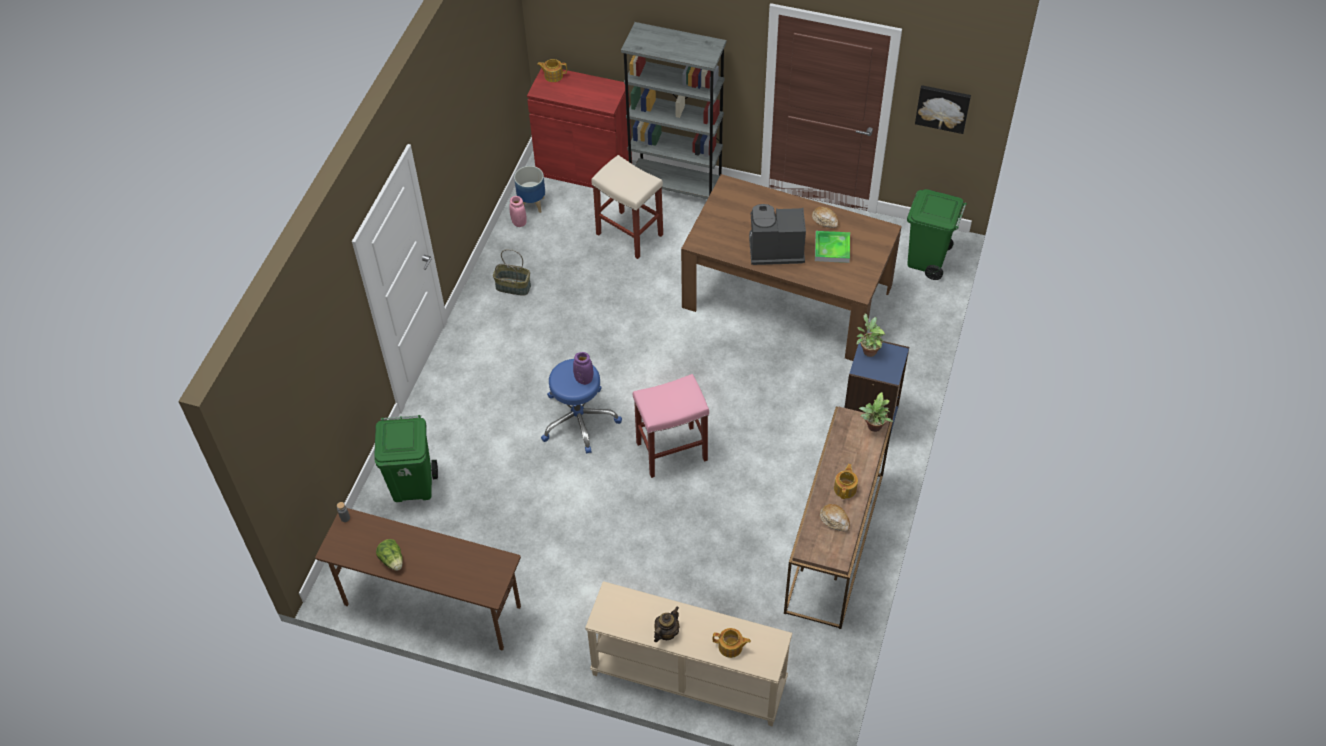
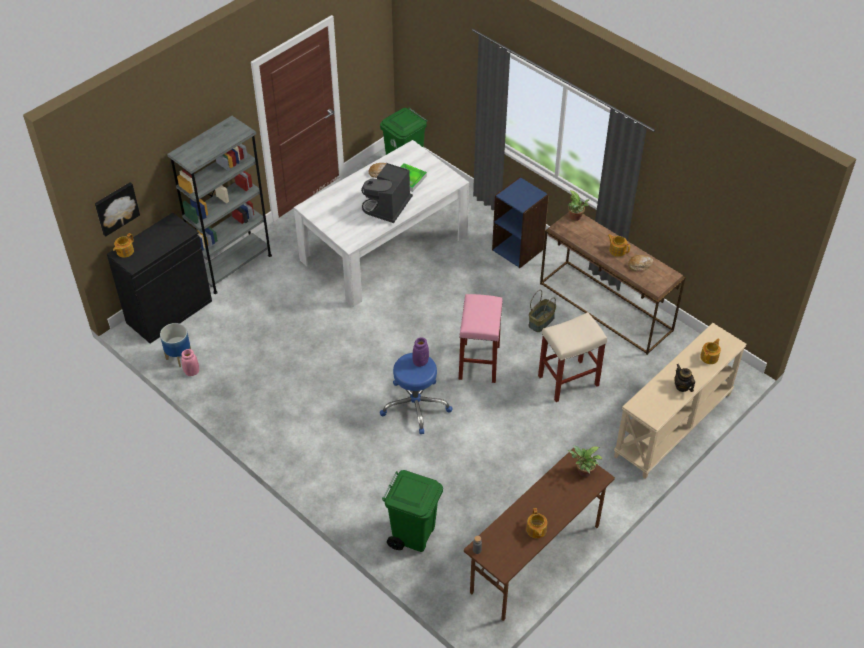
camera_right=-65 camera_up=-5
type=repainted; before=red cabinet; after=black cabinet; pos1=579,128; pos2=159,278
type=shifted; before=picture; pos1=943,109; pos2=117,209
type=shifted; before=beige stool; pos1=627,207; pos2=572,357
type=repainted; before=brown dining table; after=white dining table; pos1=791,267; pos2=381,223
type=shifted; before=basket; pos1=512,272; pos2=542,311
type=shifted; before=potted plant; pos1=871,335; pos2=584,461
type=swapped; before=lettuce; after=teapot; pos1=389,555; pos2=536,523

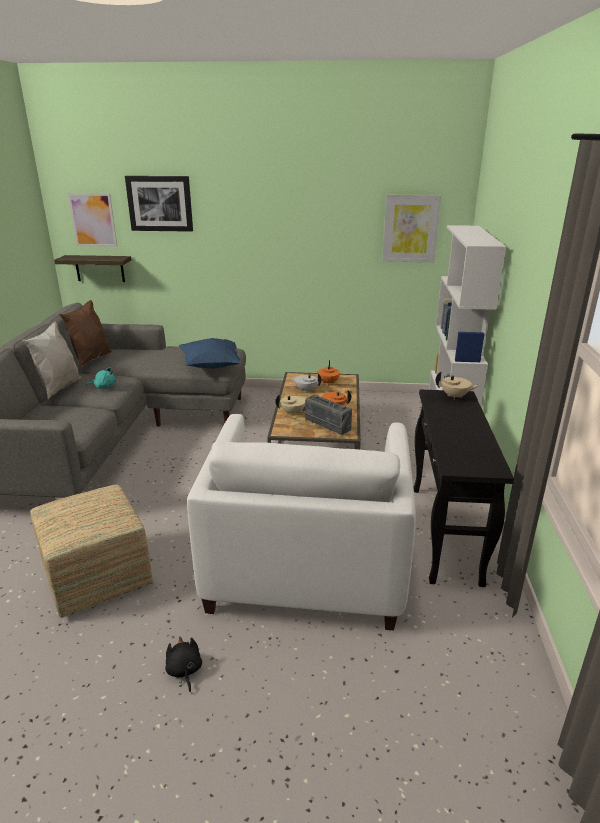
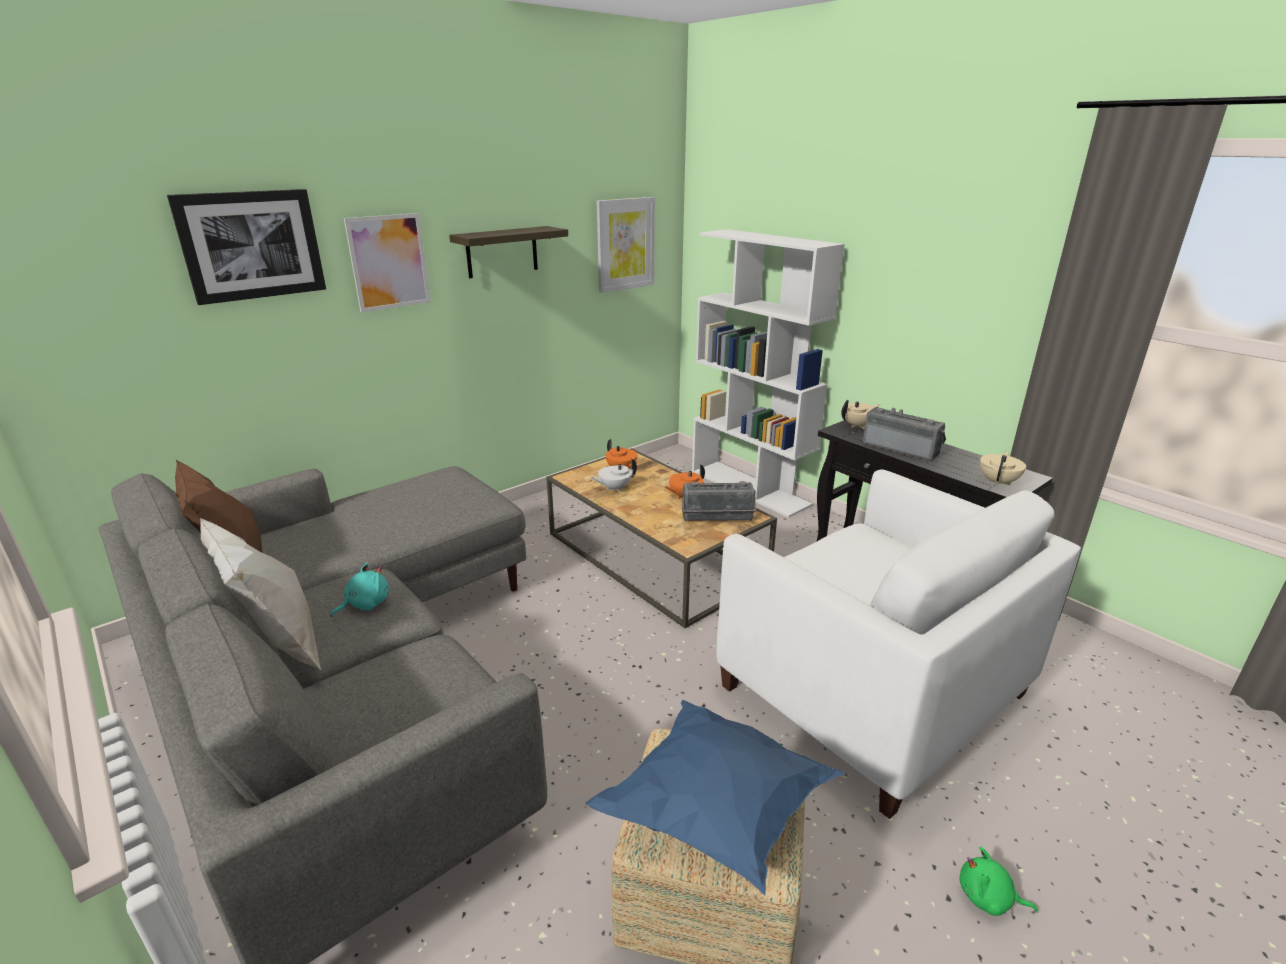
camera_right=-45 camera_up=0
type=shifted; before=picture; pos1=92,220; pos2=387,262
type=shifted; before=shelf; pos1=92,268; pos2=508,252
type=shifted; before=blue pillow; pos1=211,353; pos2=715,797
type=shifted; before=beige teapot; pos1=290,404; pos2=1003,468
type=repainted; before=black plush toy; after=green plush toy; pos1=183,664; pos2=999,881
type=new; after=radio; pos2=904,434

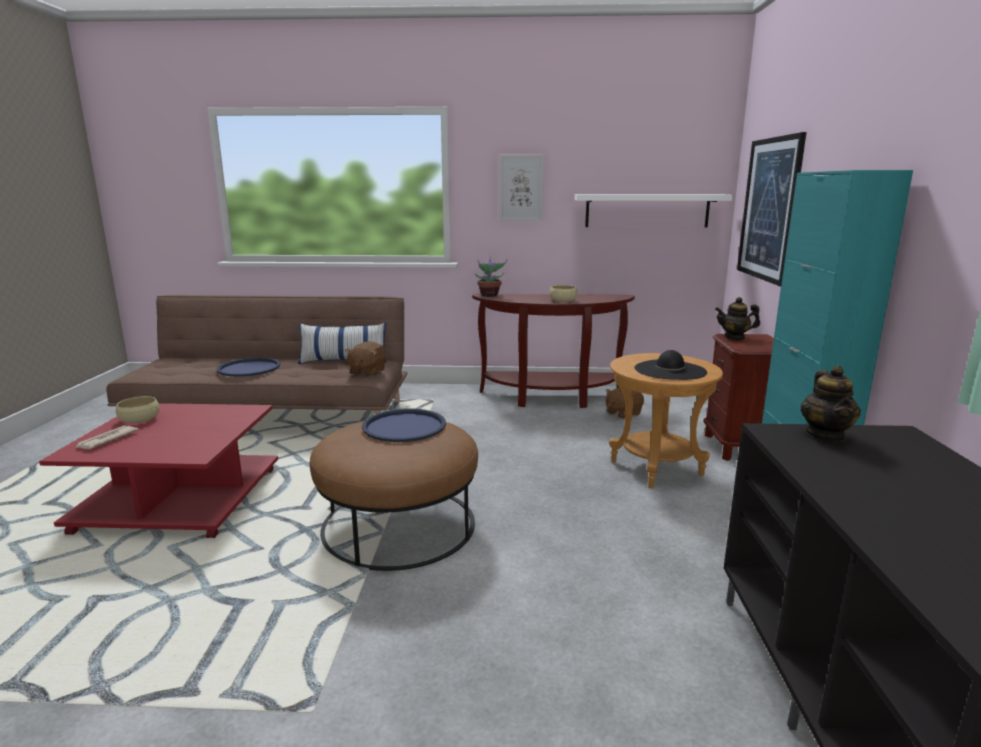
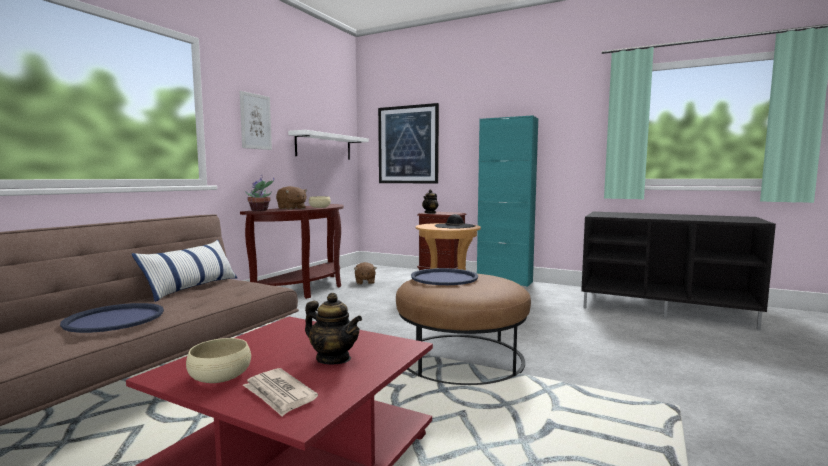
camera_right=-65 camera_up=-10
type=shifted; before=brown plush toy; pos1=365,359; pos2=291,198
type=shifted; before=teapot; pos1=830,404; pos2=333,328

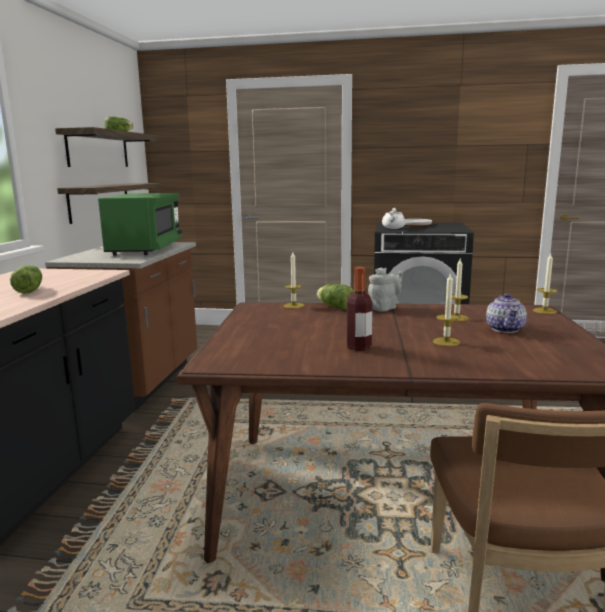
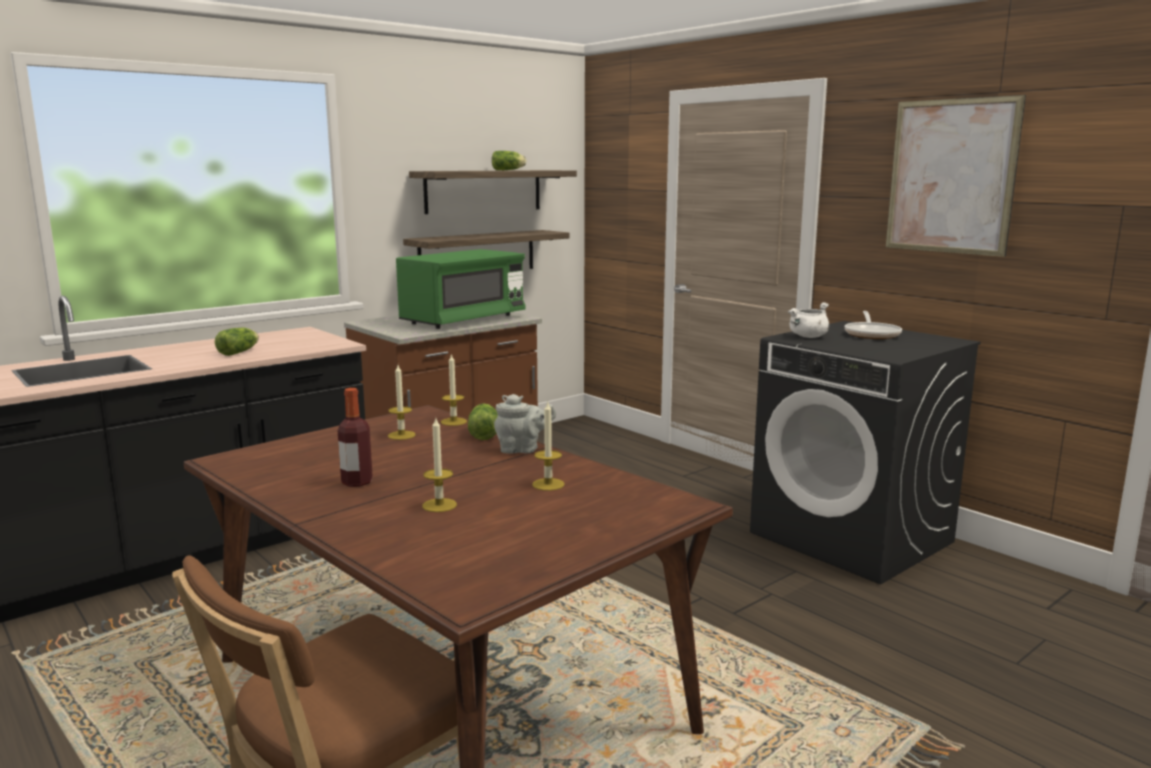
camera_right=40 camera_up=0
type=shifted; before=candle; pos1=545,284; pos2=402,402
type=gone; before=teapot; pos1=506,313
type=new; after=picture; pos2=956,176

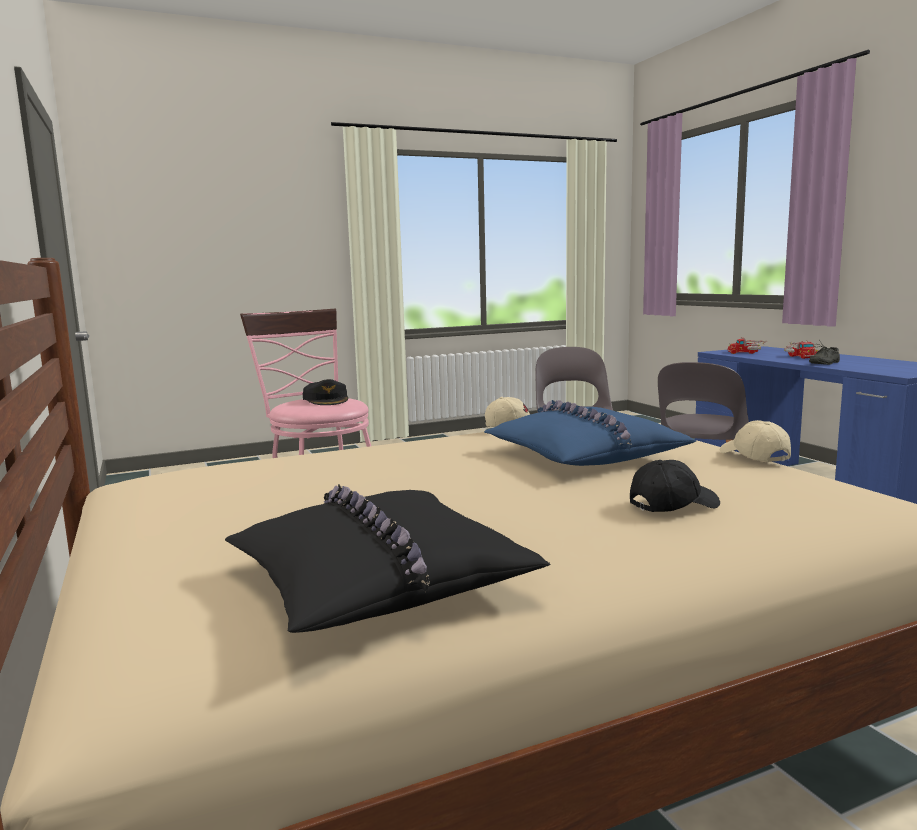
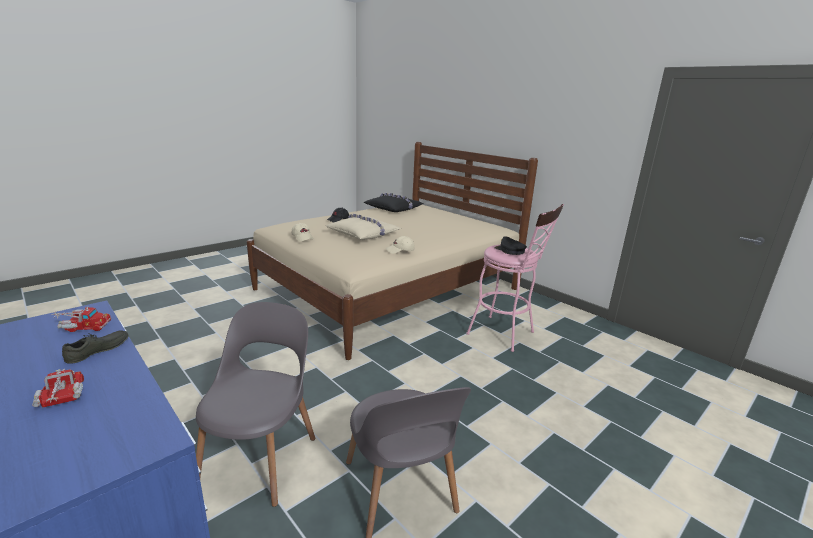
camera_right=160 camera_up=10
type=shifted; before=toy truck; pos1=747,345; pos2=82,319
type=repainted; before=blue pillow; after=beige pillow; pos1=590,433; pos2=363,227

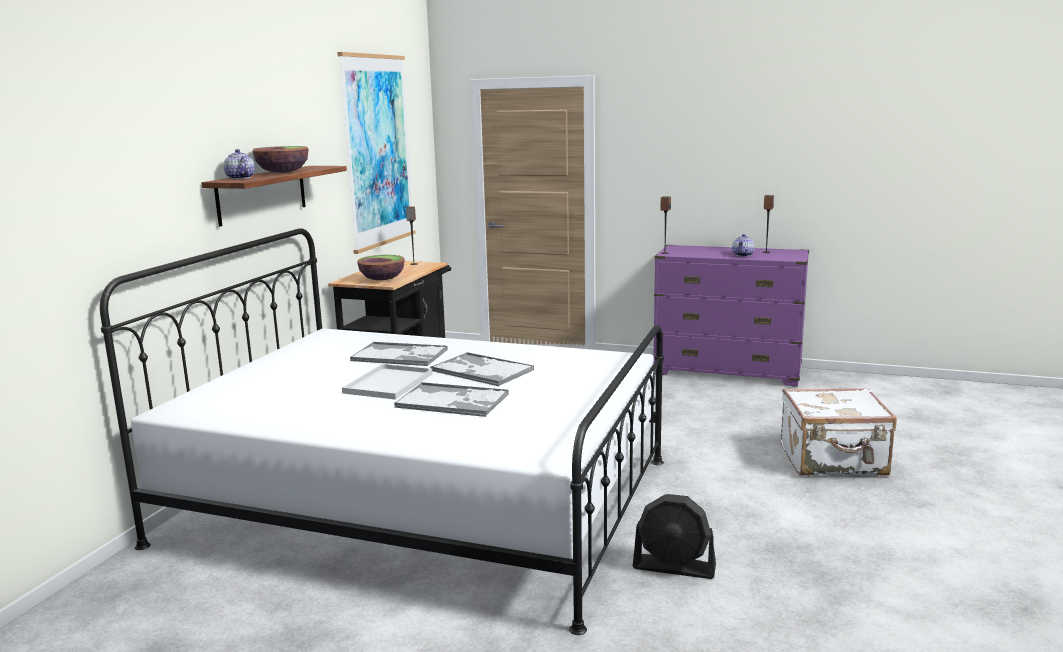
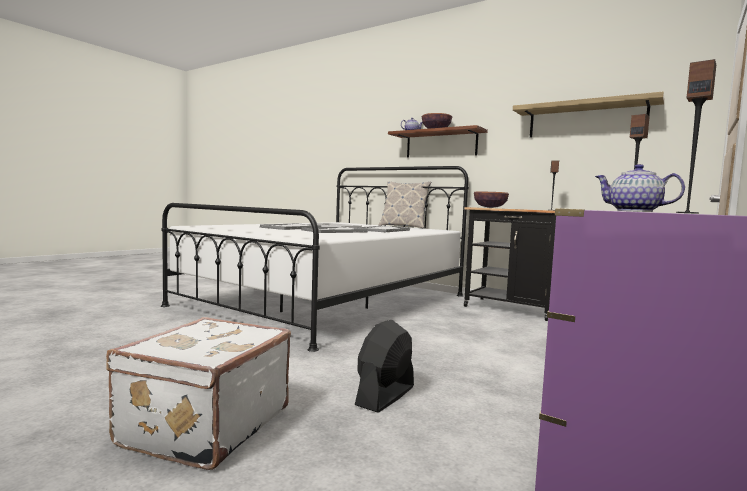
camera_right=105 camera_up=-10
type=swapped; before=picture; after=shelf; pos1=376,153; pos2=589,115
type=shifted; before=black fan; pos1=674,536; pos2=384,366
type=new; after=pillow; pos2=404,204

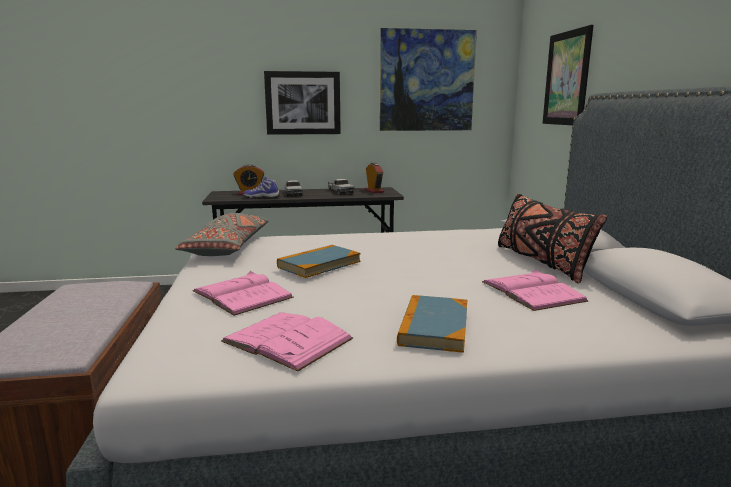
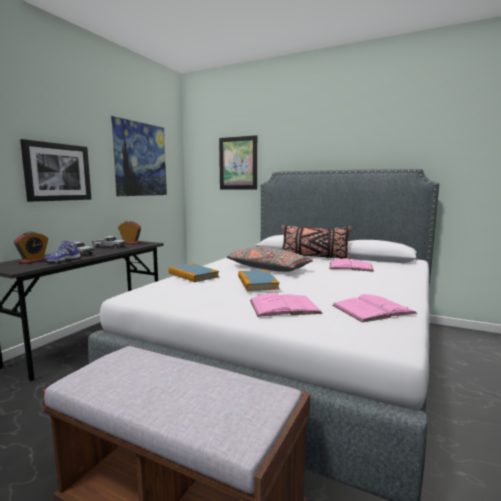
camera_right=-55 camera_up=-5
type=shifted; before=grey pillow; pos1=221,234; pos2=270,259
type=shifted; before=book; pos1=432,324; pos2=194,273

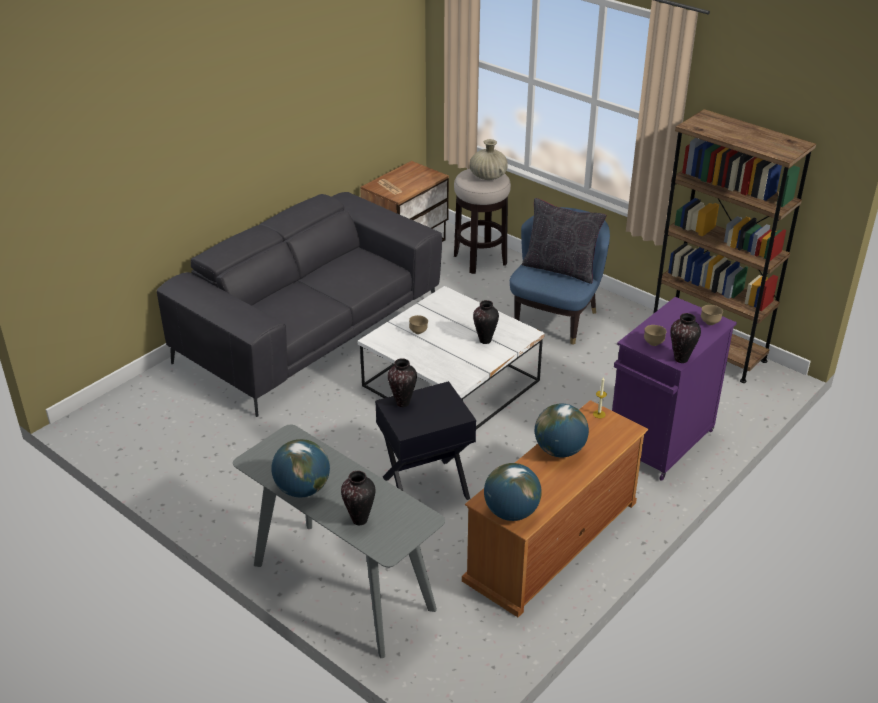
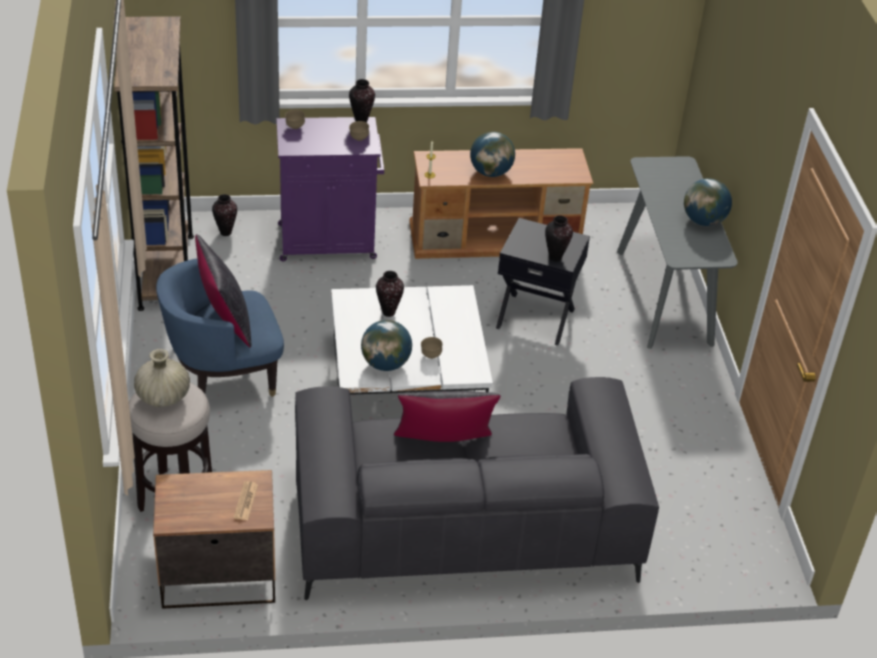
camera_right=-140 camera_up=5
type=shifted; before=globe; pos1=512,492; pos2=386,345
type=shifted; before=vase; pos1=358,498; pos2=224,215
type=new; after=black pillow; pos2=447,416

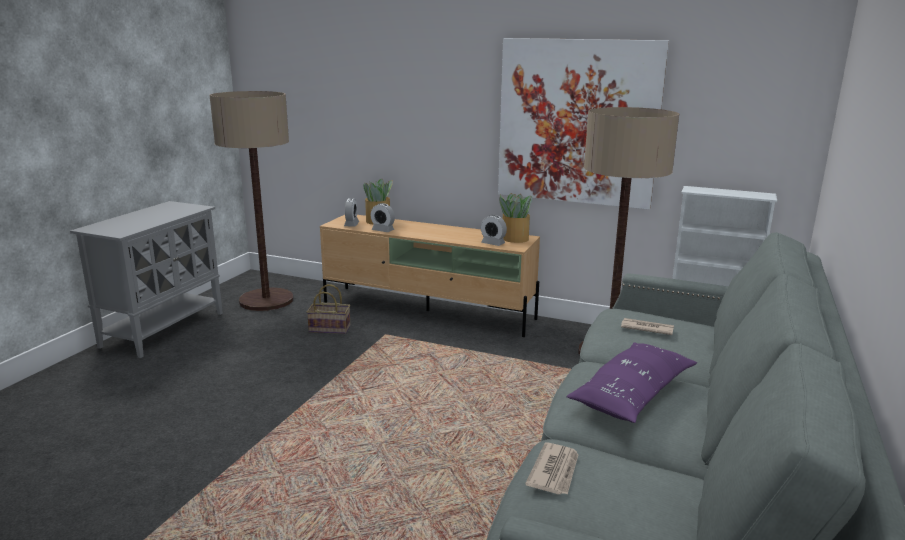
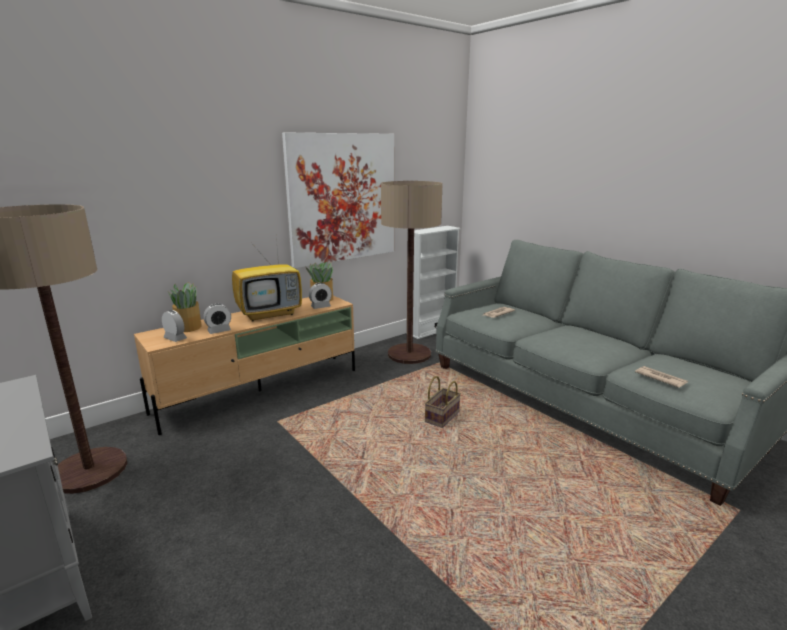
camera_right=-60 camera_up=0
type=shifted; before=basket; pos1=328,309; pos2=443,402
type=gone; before=purple pillow; pos1=631,382
type=new; after=television; pos2=267,280

